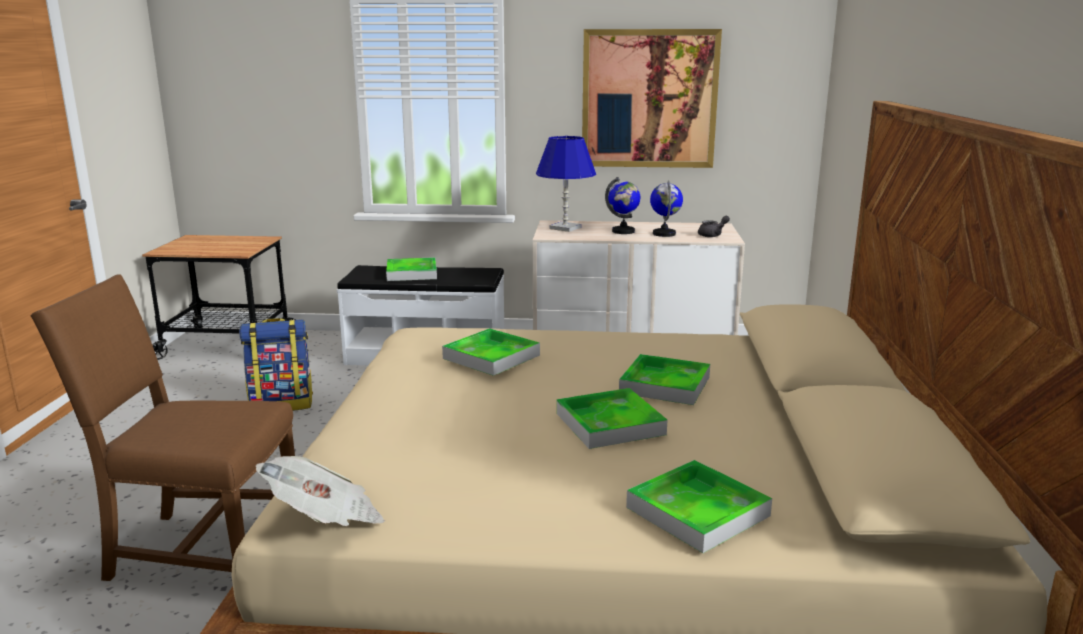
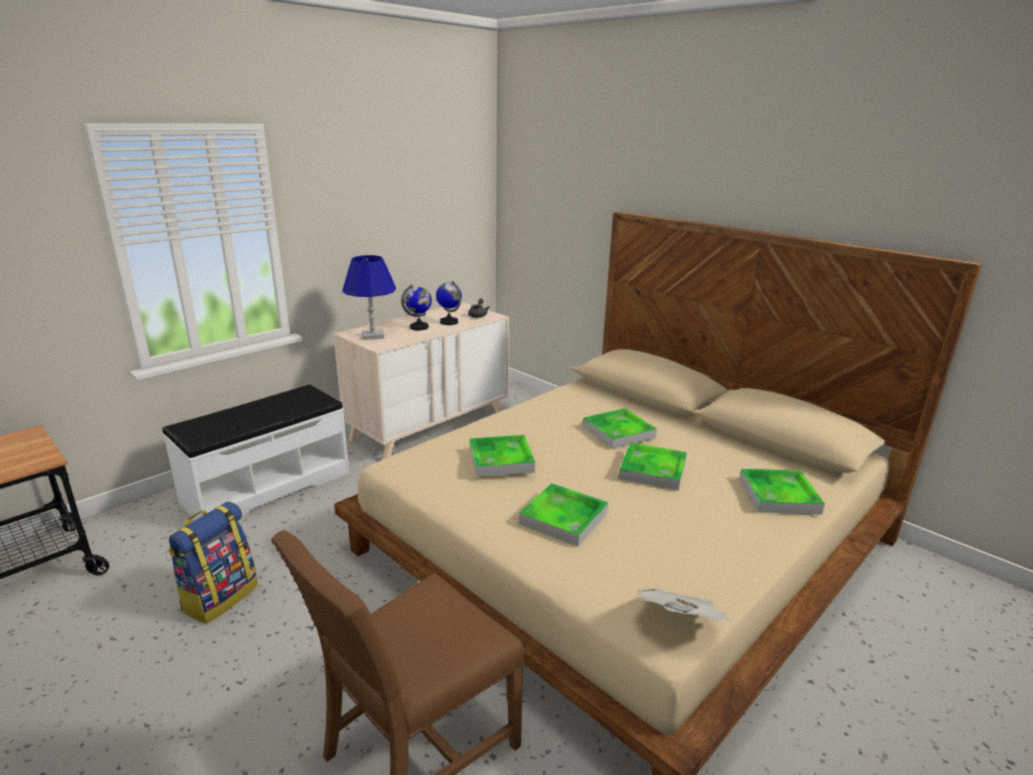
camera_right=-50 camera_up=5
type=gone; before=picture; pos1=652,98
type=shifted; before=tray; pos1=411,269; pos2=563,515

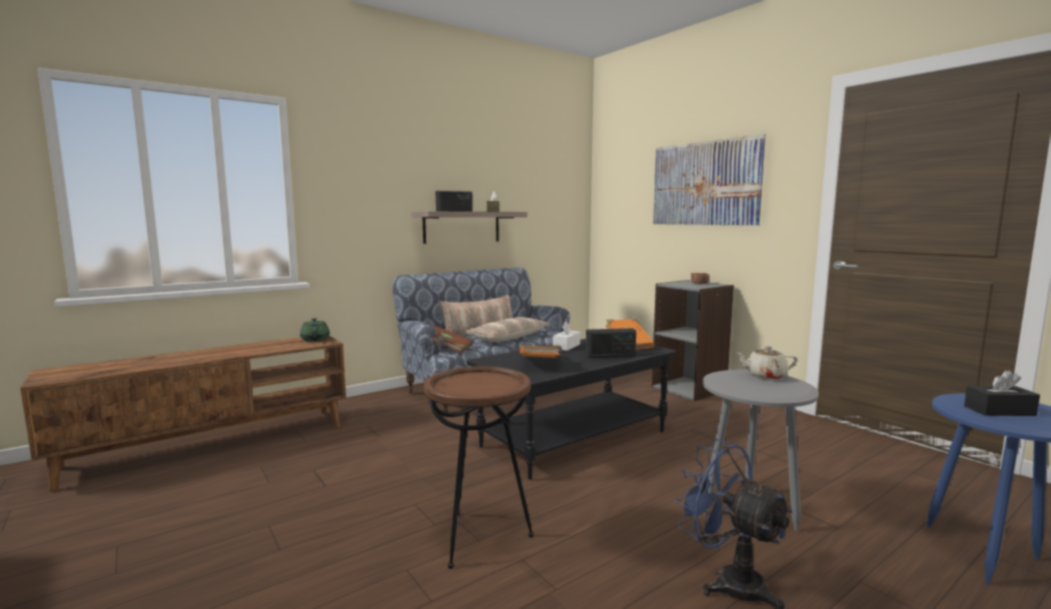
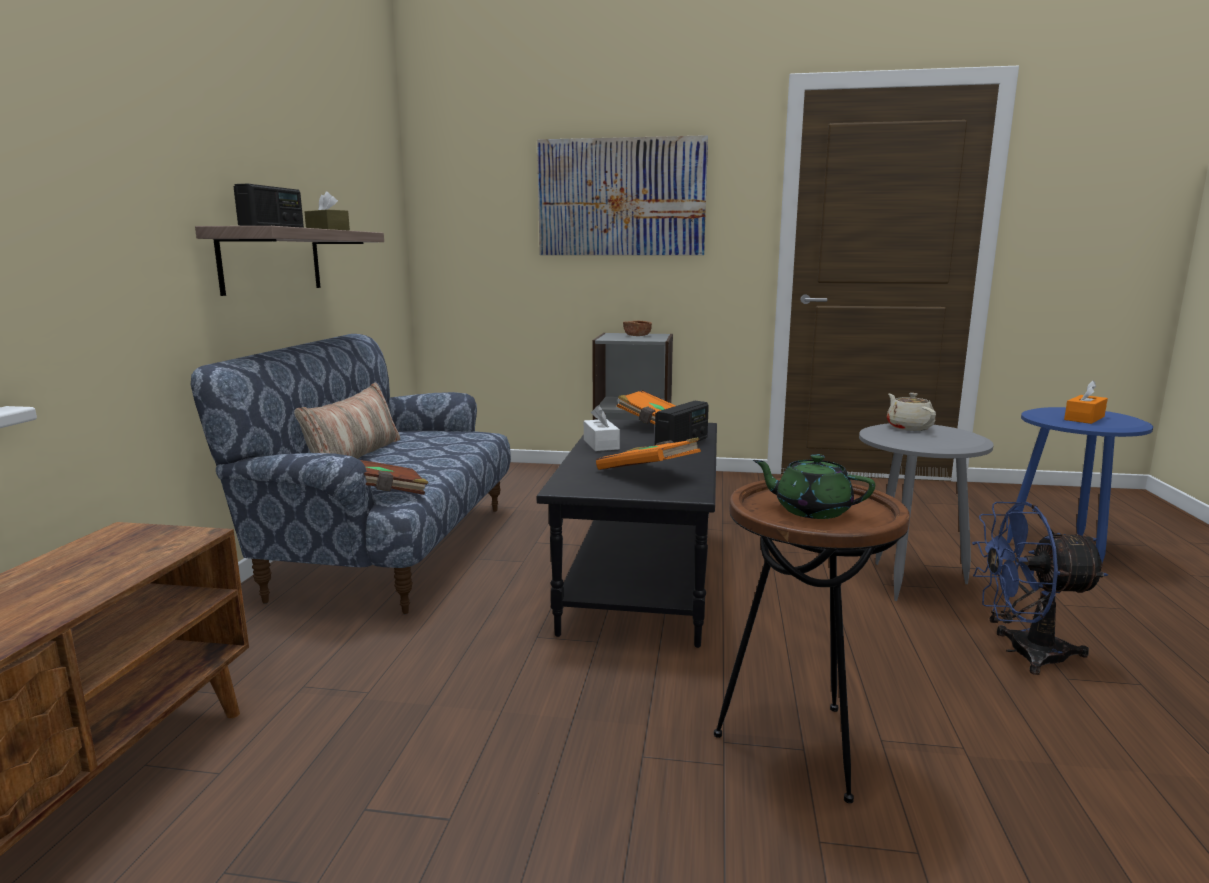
camera_right=-45 camera_up=5
type=gone; before=pillow; pos1=507,329
type=shifted; before=green teapot; pos1=315,330; pos2=814,486
type=rotated; before=beige teapot; pos1=765,363; pos2=911,412; turn=120
type=repainted; before=black tissue box; after=orange tissue box; pos1=1002,393; pos2=1086,402

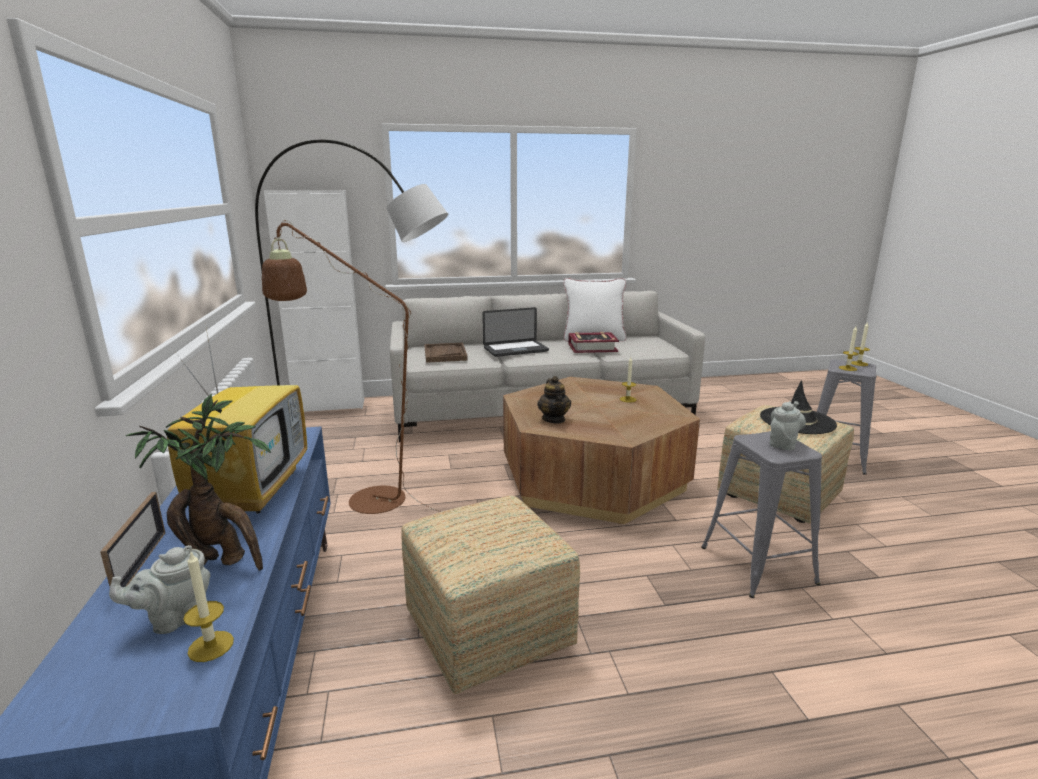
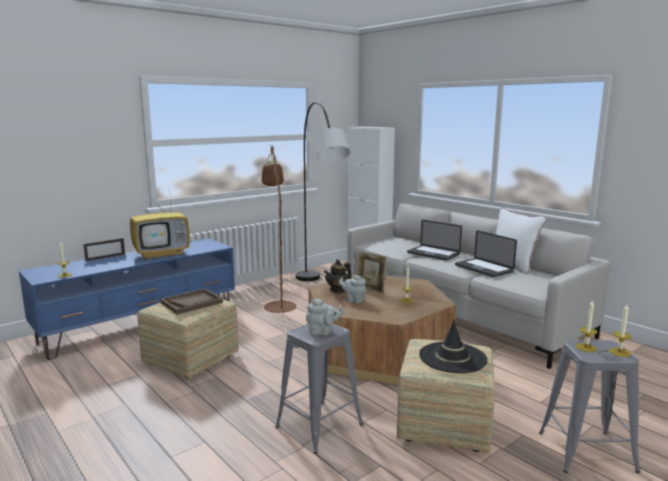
camera_right=60 camera_up=-5
type=swapped; before=book; after=laptop; pos1=593,342; pos2=486,253
type=shifted; before=brown tray; pos1=446,353; pos2=191,302
type=gone; before=potted plant; pos1=198,482
type=shifted; before=grey teapot; pos1=159,589; pos2=352,289
type=new; after=picture frame; pos2=372,272

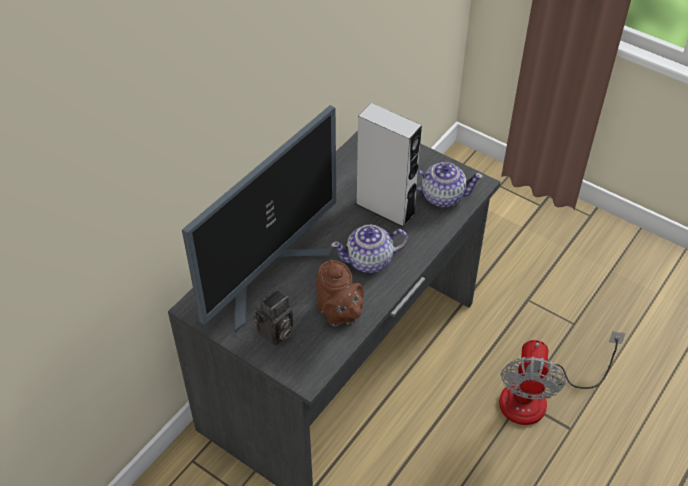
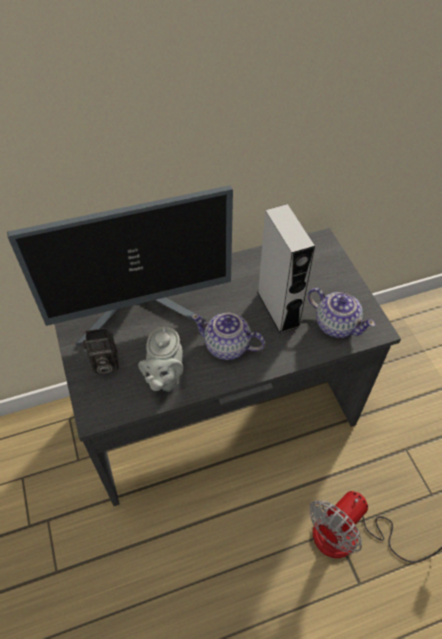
camera_right=35 camera_up=5
type=repainted; before=brown teapot; after=grey teapot; pos1=340,292; pos2=160,359

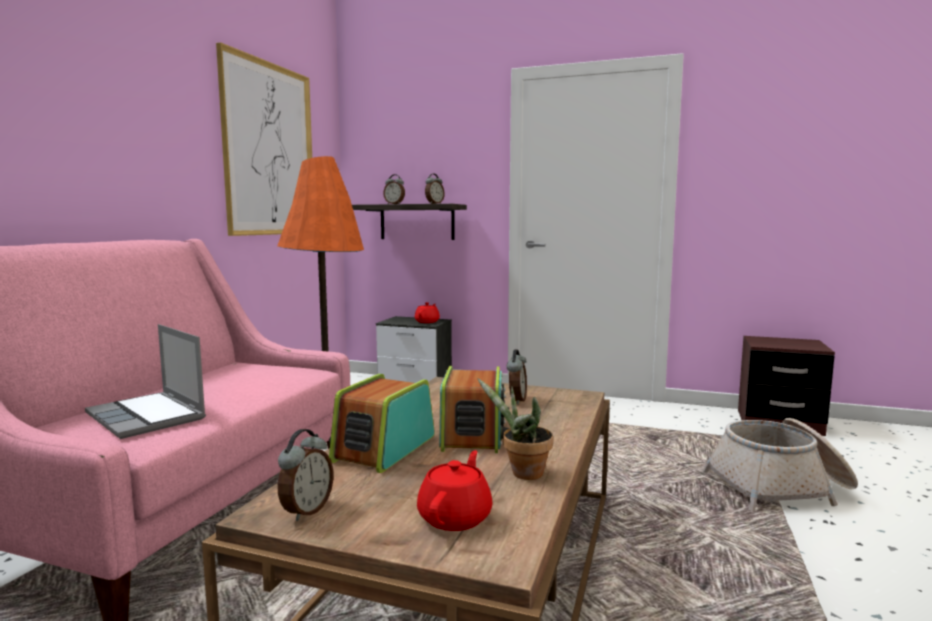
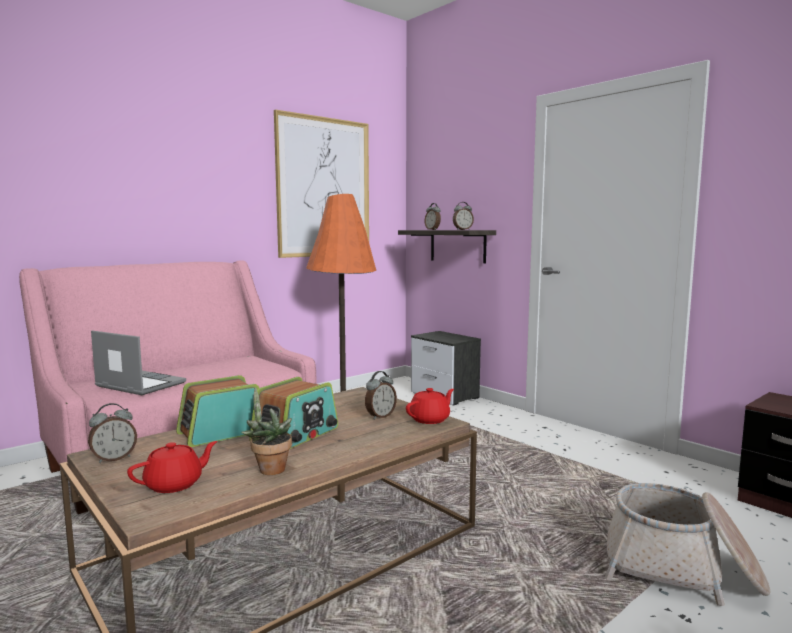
camera_right=30 camera_up=0
type=shifted; before=red teapot; pos1=427,312; pos2=430,406
type=rotated; before=laptop; pos1=145,381; pos2=138,362; turn=135

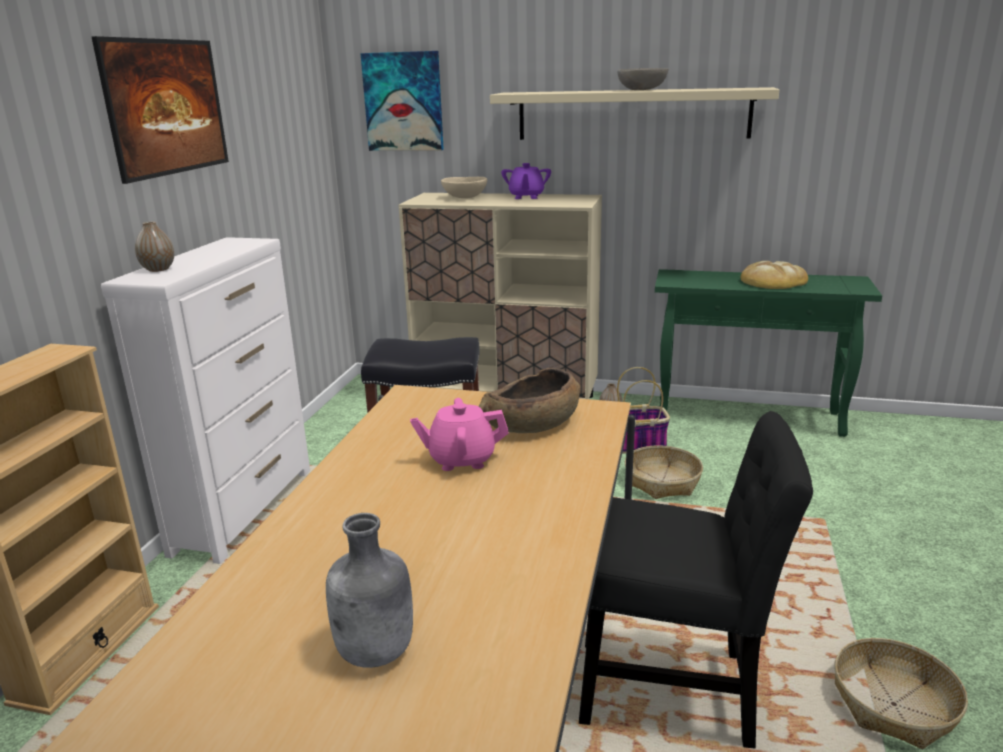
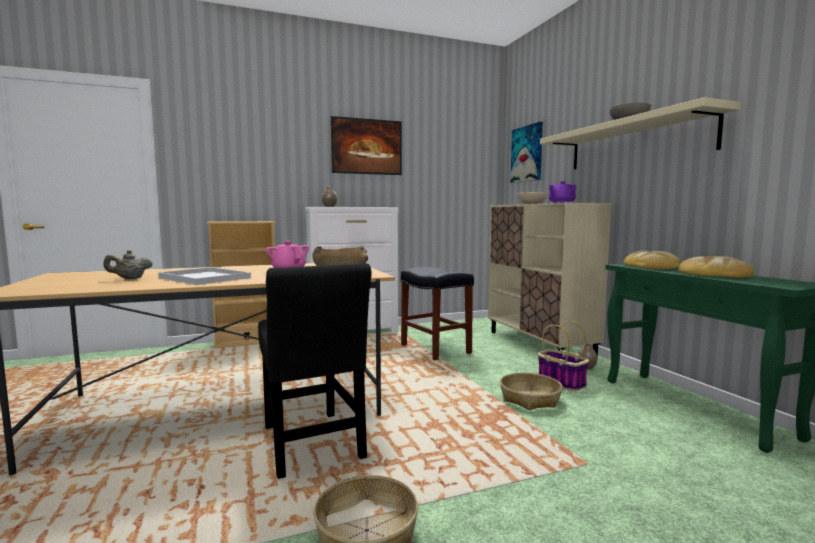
camera_right=55 camera_up=-15
type=swapped; before=grey bottle; after=beige teapot; pos1=369,590; pos2=128,264
type=new; after=bread; pos2=652,260
type=new; after=white tray; pos2=204,276

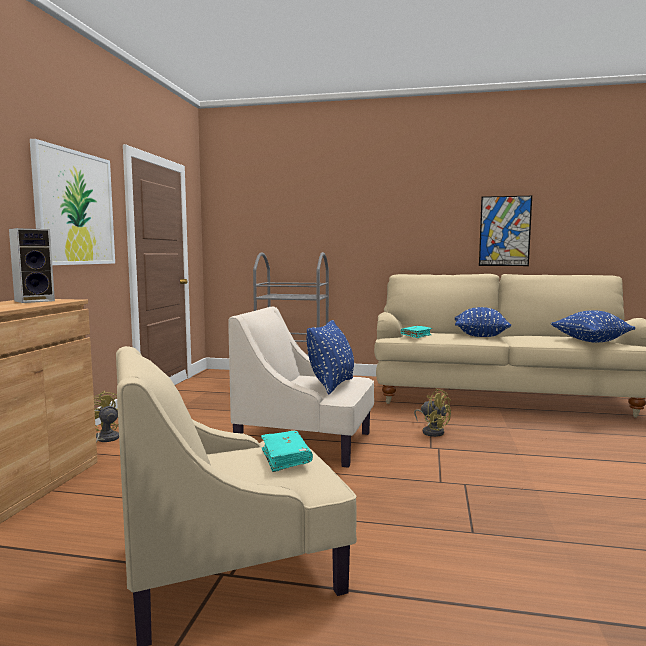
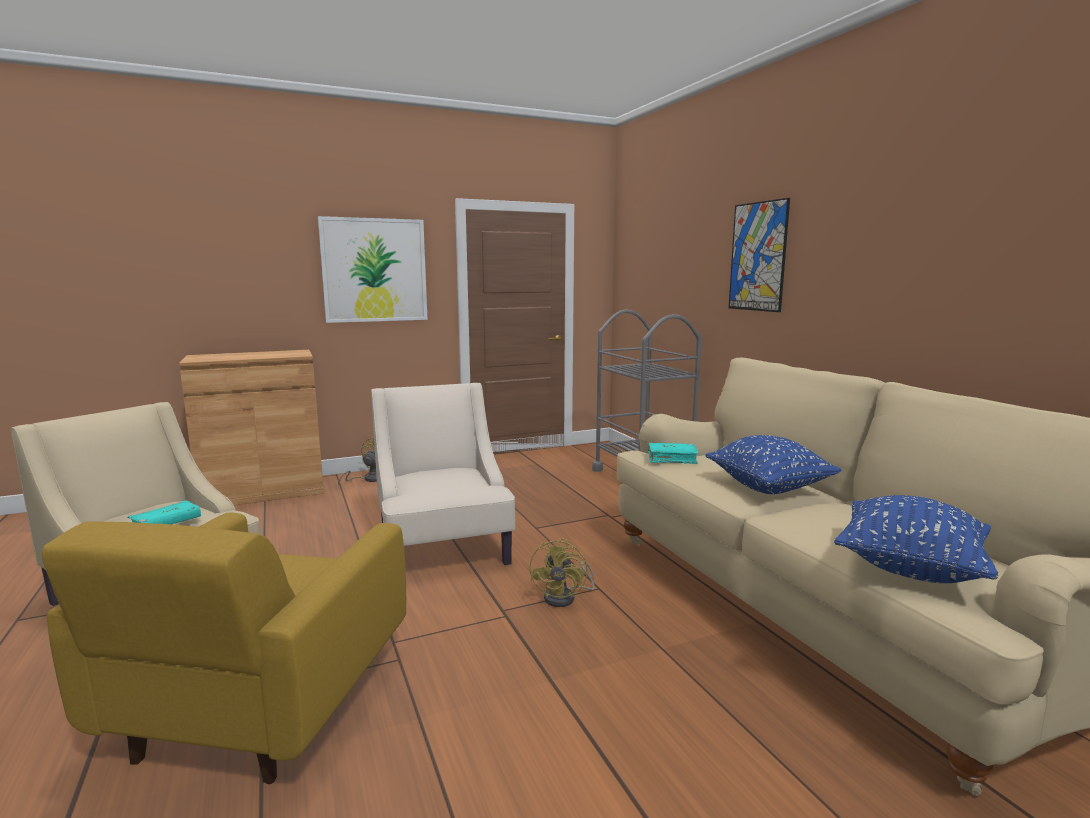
camera_right=55 camera_up=5
type=shifted; before=picture; pos1=505,231; pos2=759,255
type=gone; before=speaker; pos1=32,265
type=gone; before=blue pillow; pos1=330,357
type=new; after=yellow armchair; pos2=224,648

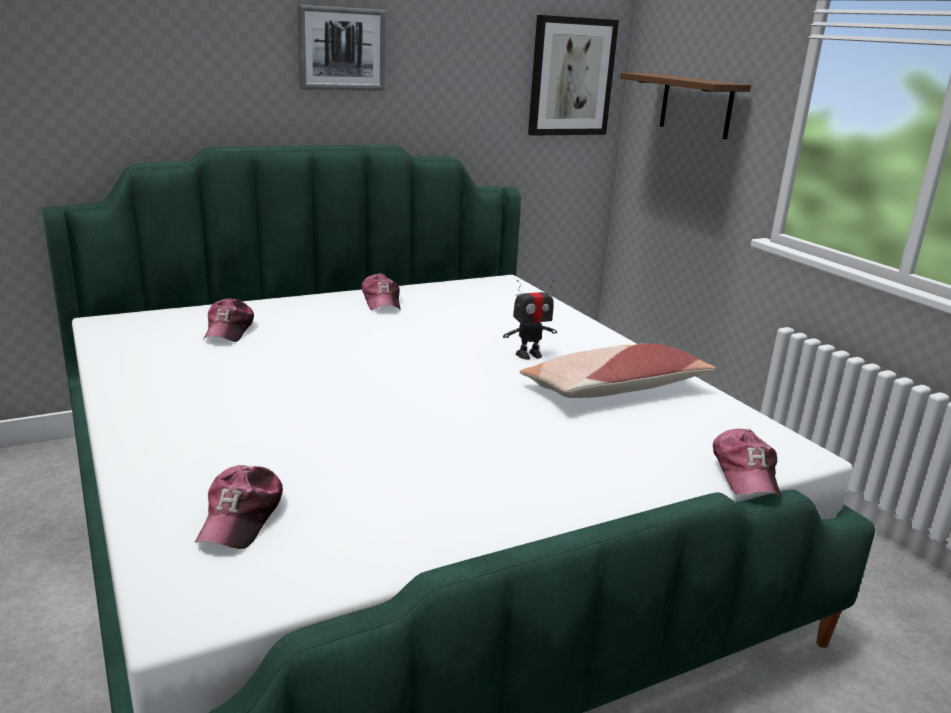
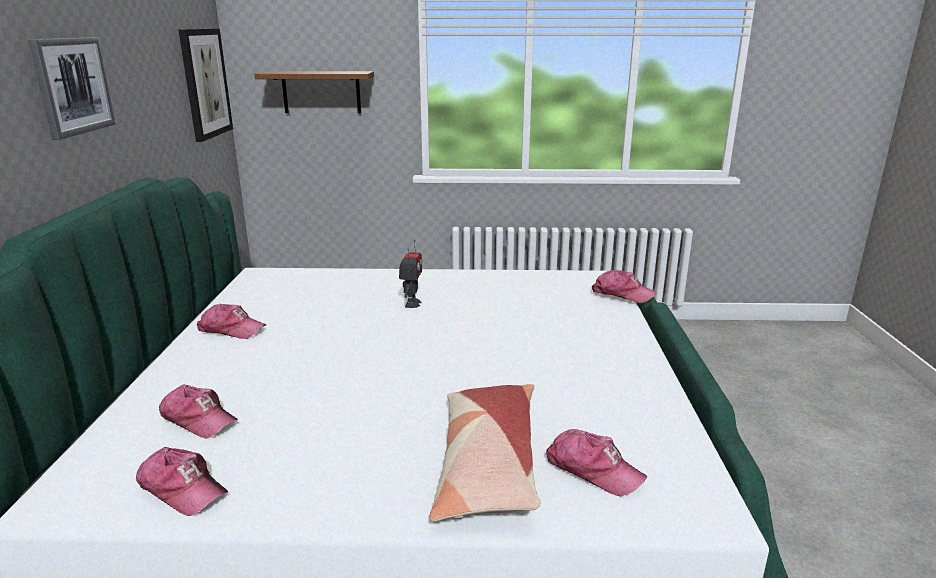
camera_right=-60 camera_up=0
type=shifted; before=pillow; pos1=617,370; pos2=484,452
type=new; after=cap; pos2=182,481

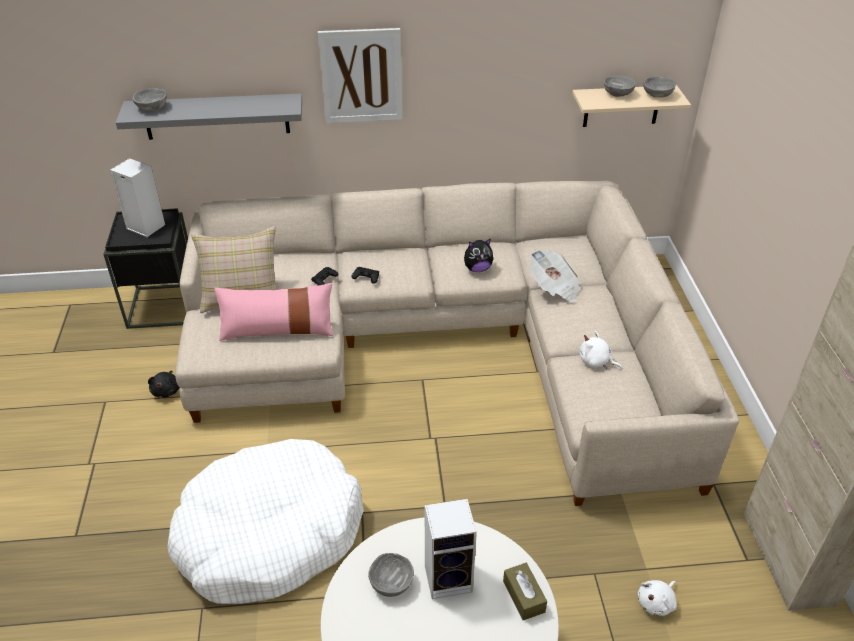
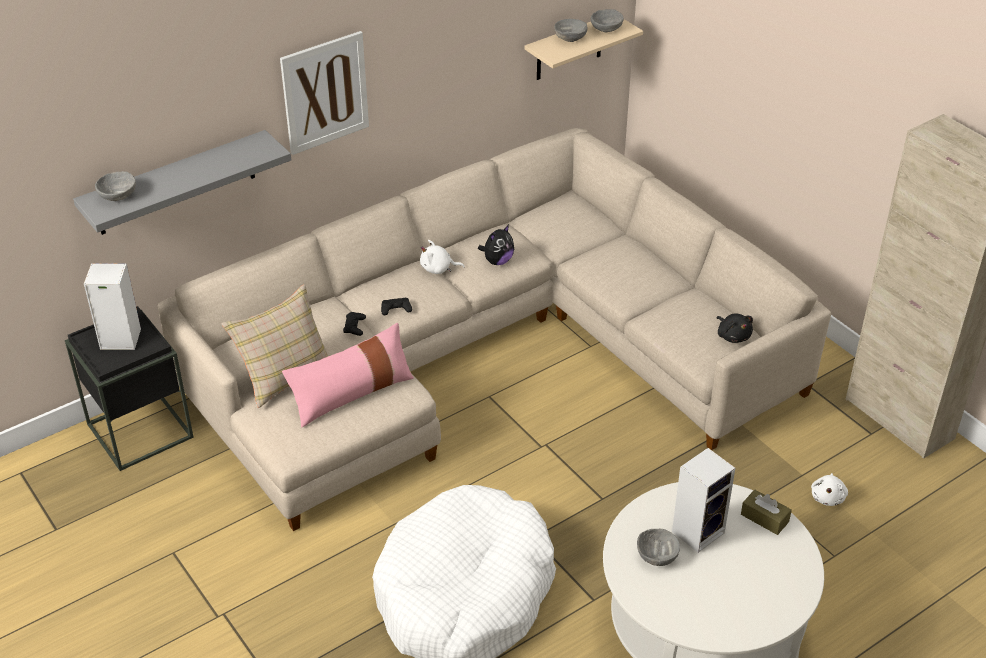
camera_right=-30 camera_up=0
type=gone; before=newspaper; pos1=555,276
type=shifted; before=white plush toy; pos1=600,350; pos2=442,257
type=shifted; before=black plush toy; pos1=164,384; pos2=735,328

